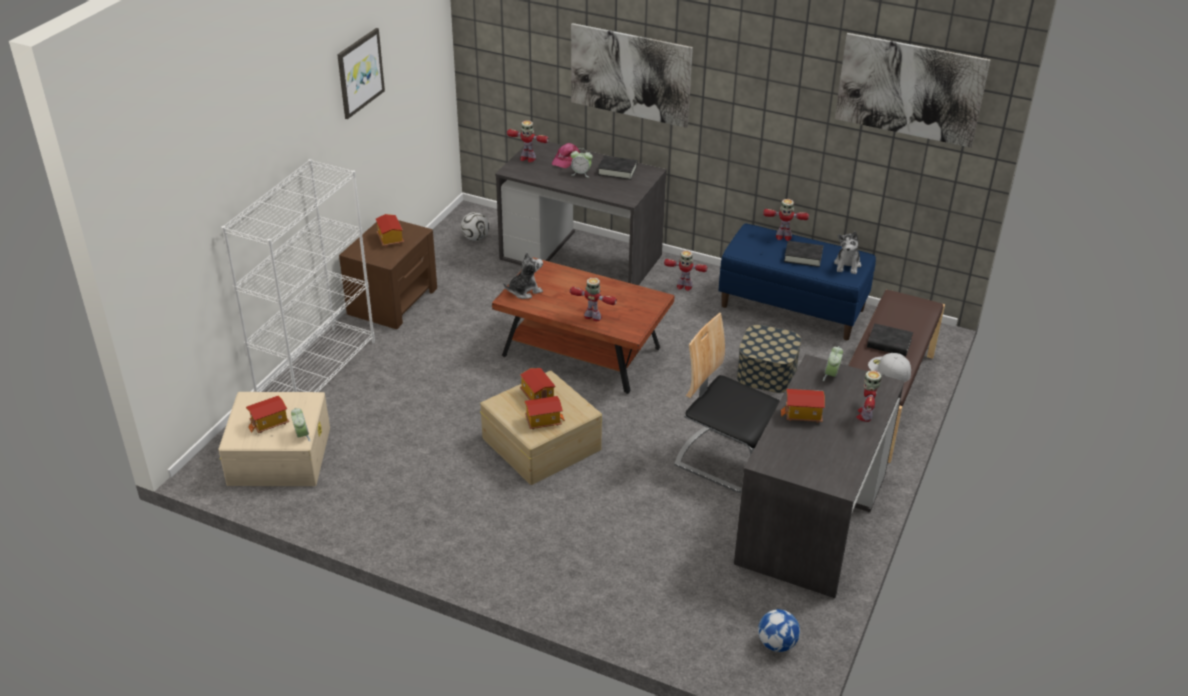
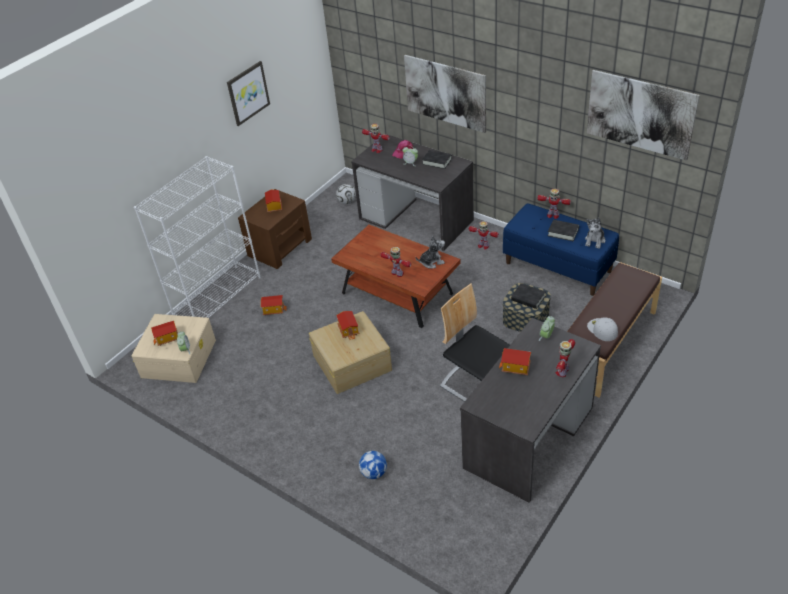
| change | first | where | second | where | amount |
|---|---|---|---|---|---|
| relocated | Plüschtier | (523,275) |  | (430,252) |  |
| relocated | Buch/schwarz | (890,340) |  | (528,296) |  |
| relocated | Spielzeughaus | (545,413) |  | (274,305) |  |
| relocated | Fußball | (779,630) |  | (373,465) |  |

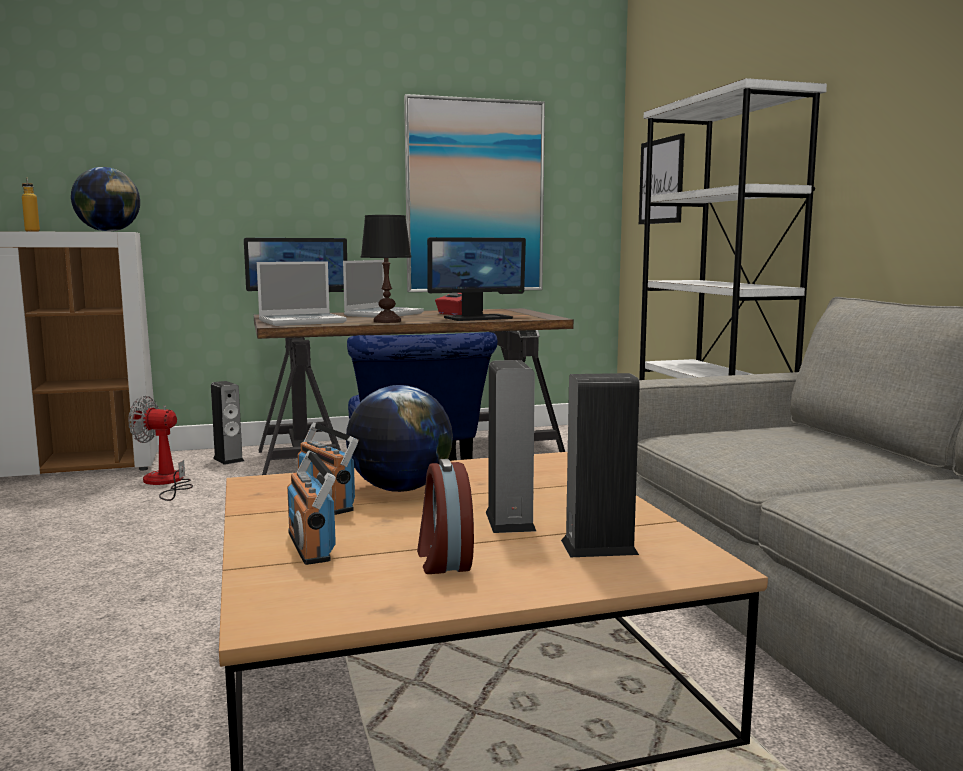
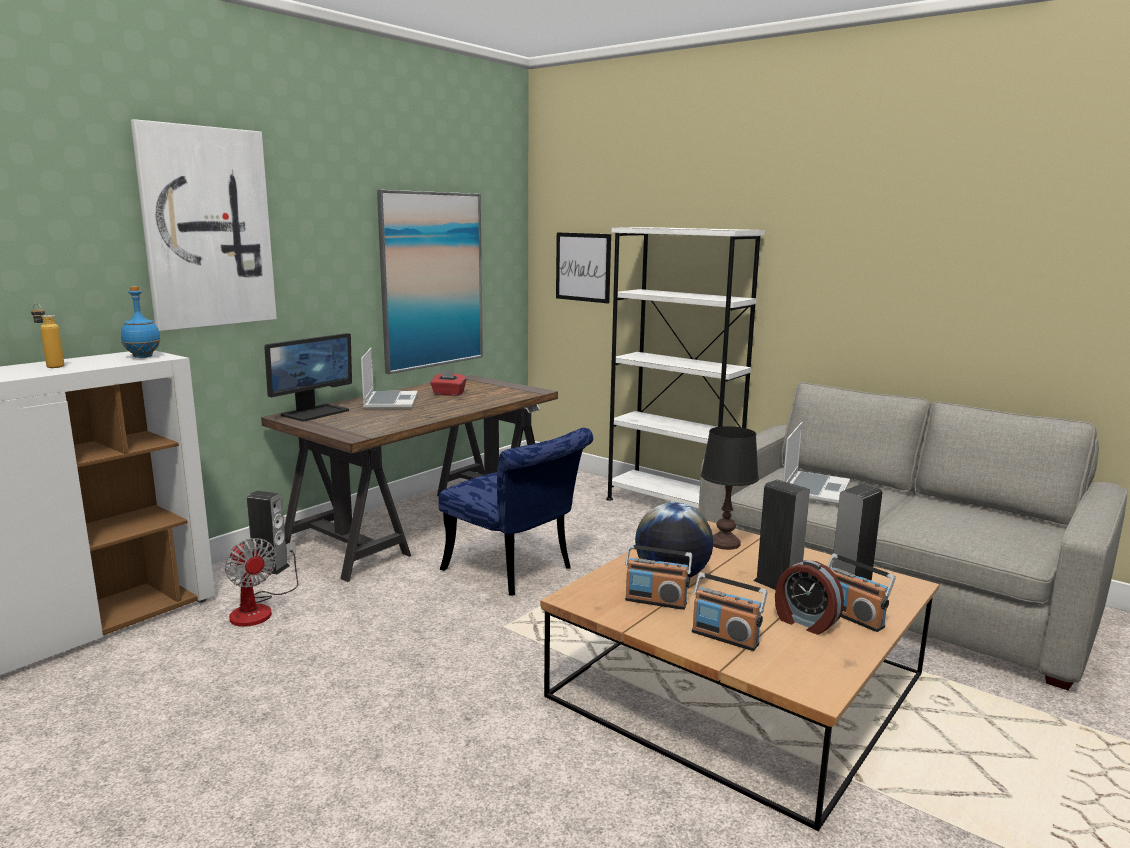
| change | first | where | second | where | amount |
|---|---|---|---|---|---|
| exchanged | Globus | (105,199) | Flasche/blau | (141,322) |  |
| relocated | Tischlampe/schwarz | (386,269) |  | (730,488) |  |
| missing | Monitor | (476,279) |  |  |  |
| relocated | Laptop | (302,293) |  | (816,463) |  |
| spun | Ventilator | (160,448) |  | (261,582) | 105 degrees counterclockwise |
| appeared |  |  | Bild | (204,225) |  |
| appeared |  |  | Radio | (861,592) |  |

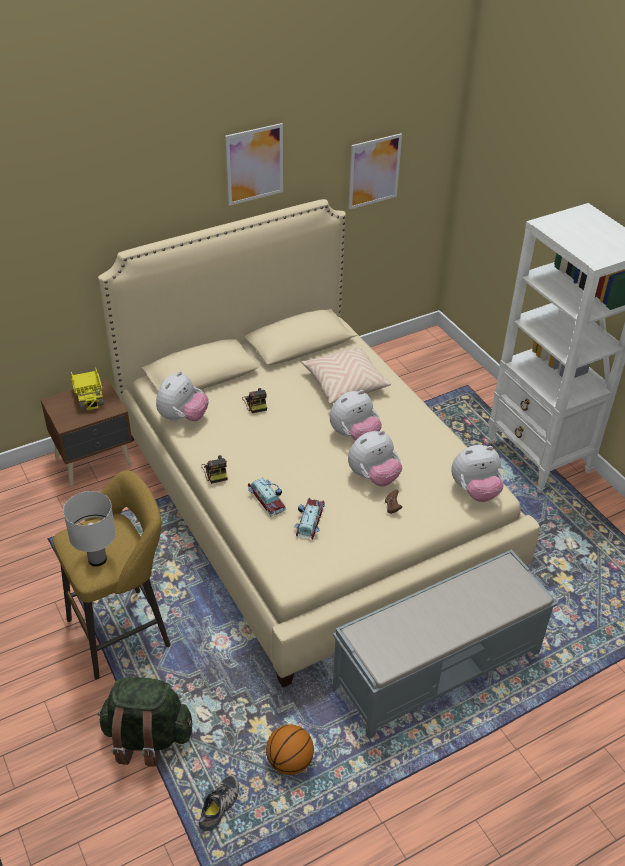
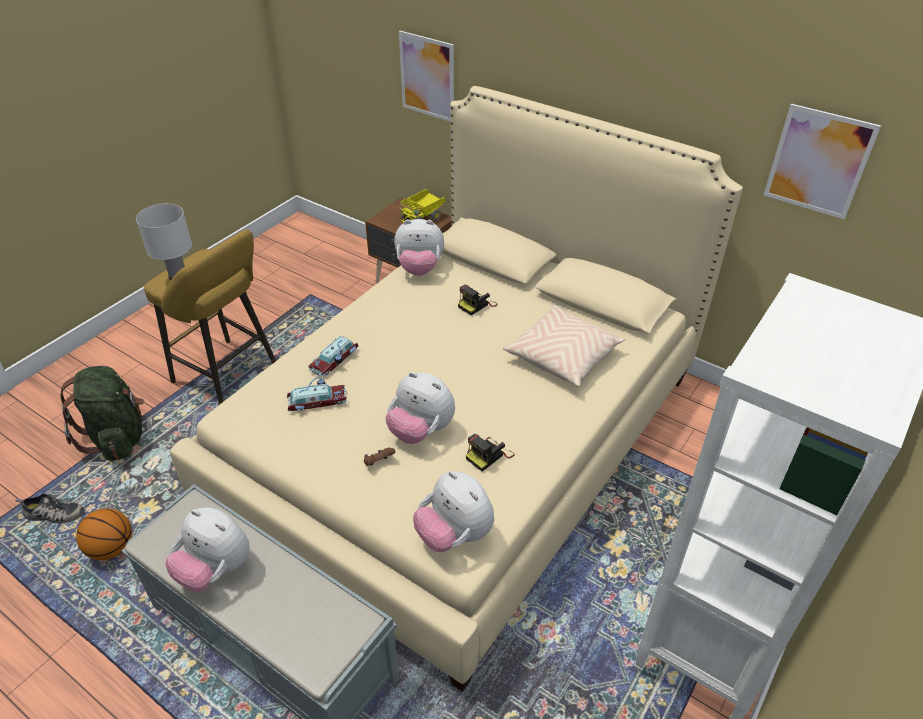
| change | first | where | second | where | amount |
|---|---|---|---|---|---|
| relocated | Bild | (254,164) |  | (426,76) |  |
| relocated | Plüschtier | (356,415) |  | (207,550) |  |
| relocated | Kamera | (214,469) |  | (490,453) |  |

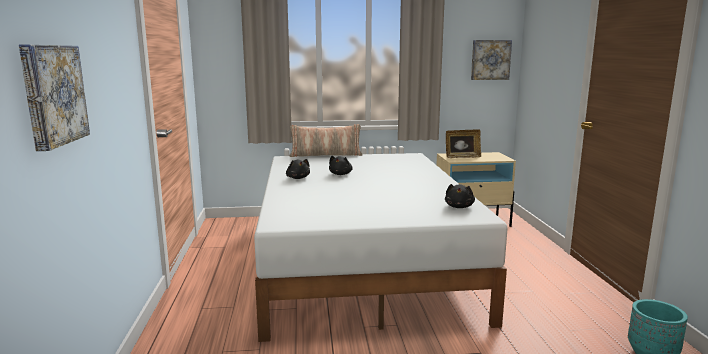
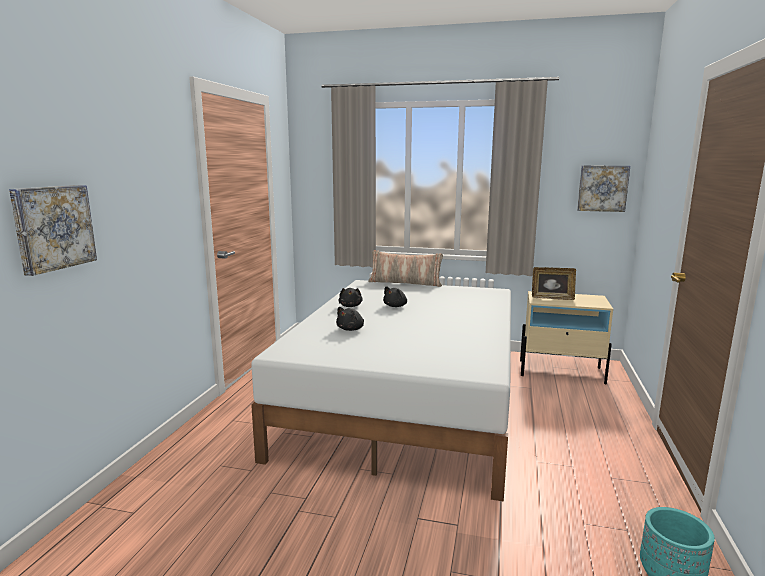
| change | first | where | second | where | amount |
|---|---|---|---|---|---|
| relocated | Plüschtier/schwarz | (460,196) |  | (350,319) |  |

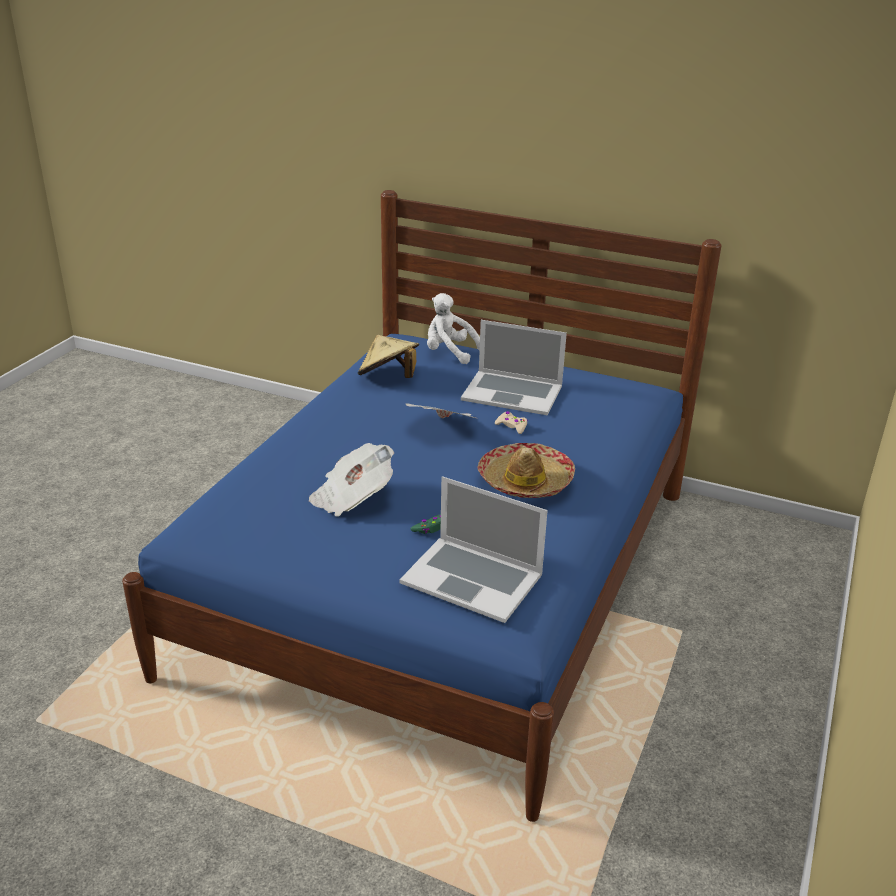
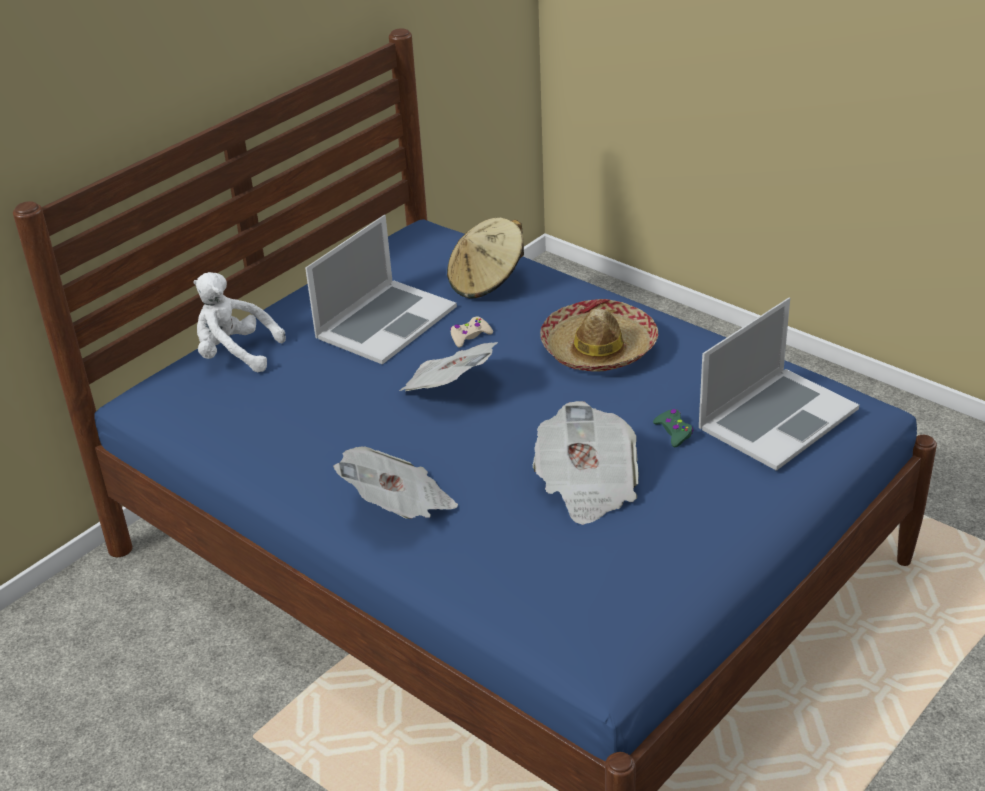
| change | first | where | second | where | amount |
|---|---|---|---|---|---|
| spun | Plüschtier/weiß | (453,328) |  | (239,322) | 60 degrees clockwise |
| relocated | Hut/beige | (388,356) |  | (485,258) |  |
| appeared |  |  | Zeitung | (395,483) |  |

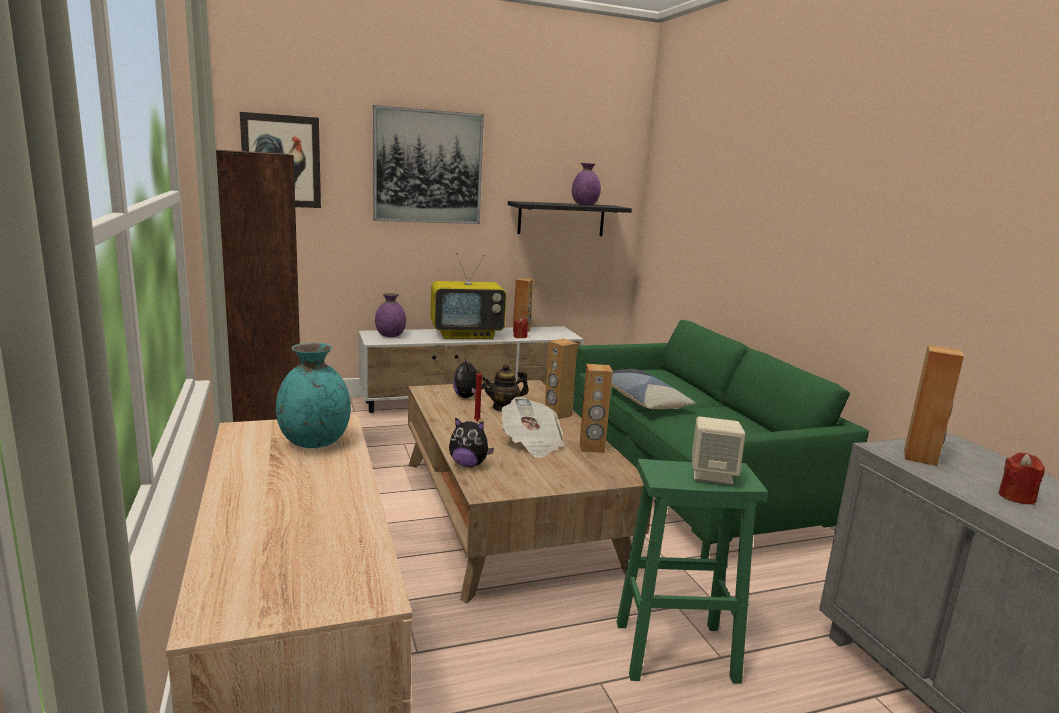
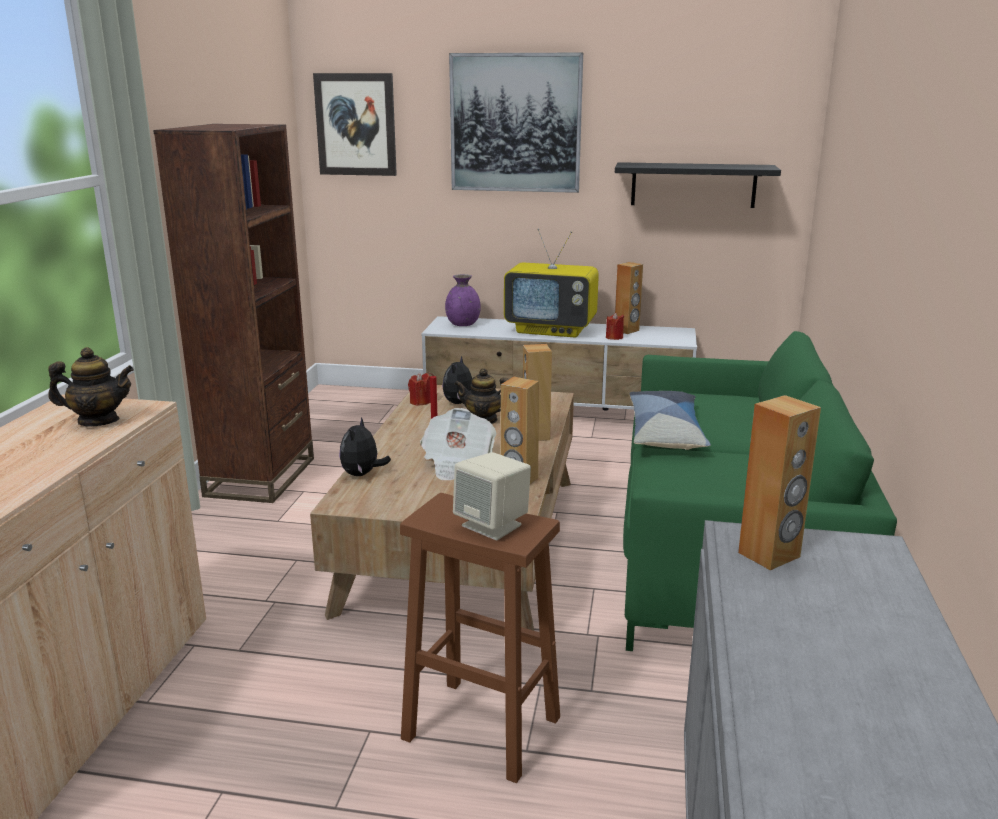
| change | first | where | second | where | amount |
|---|---|---|---|---|---|
| missing | Vase/lila | (586,184) |  |  |  |
| exchanged | Vase/türkis | (313,395) | Teekanne | (91,386) |  |
| spun | Plüschtier | (471,442) |  | (365,446) | 60 degrees clockwise |
| relocated | Kerze/rot | (1021,478) |  | (419,389) |  |
| colour | Hocker/grün | (692,571) | Hocker/braun | (480,638) |  |

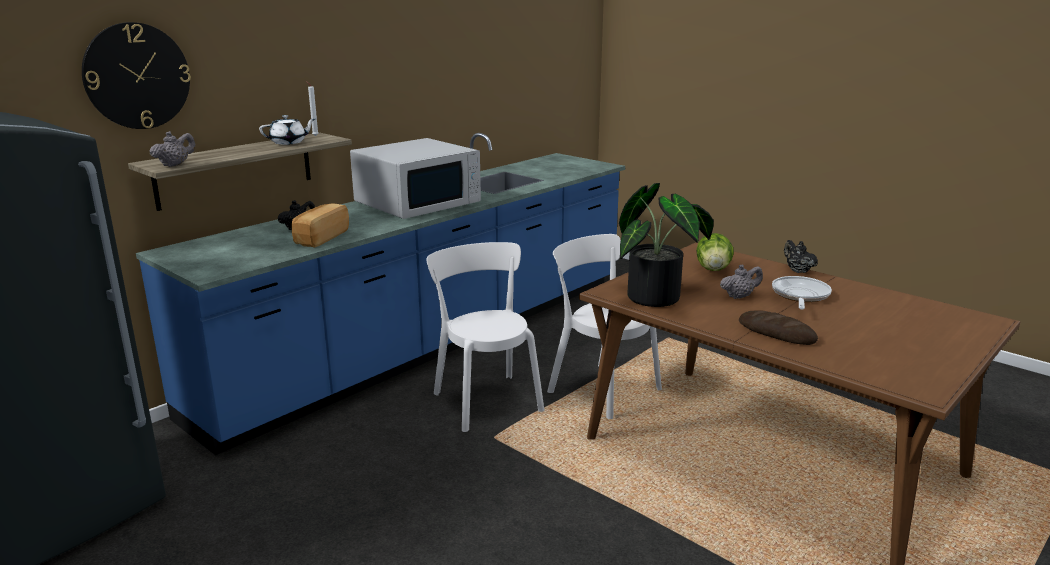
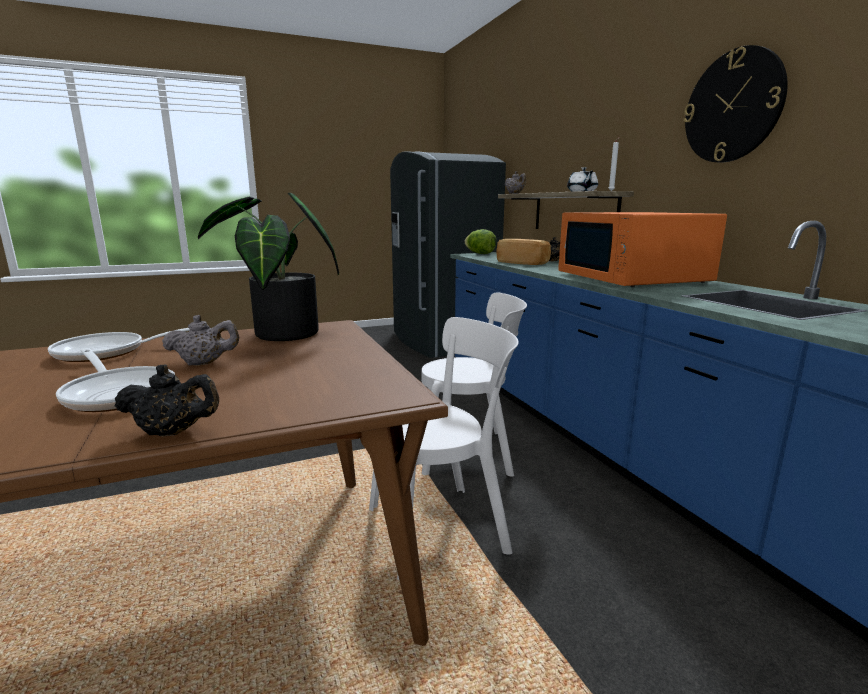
| change | first | where | second | where | amount |
|---|---|---|---|---|---|
| relocated | Wanduhr | (136,75) |  | (736,104) |  |
| colour | Mikrowelle/weiß | (415,178) | Mikrowelle/orange | (642,249) |  |
| relocated | Salatkopf | (715,252) |  | (480,241) |  |
| spun | Teekanne/grau | (741,281) |  | (200,340) | 105 degrees counterclockwise |
| exchanged | Brot | (778,327) | Pfanne | (118,345) |  |

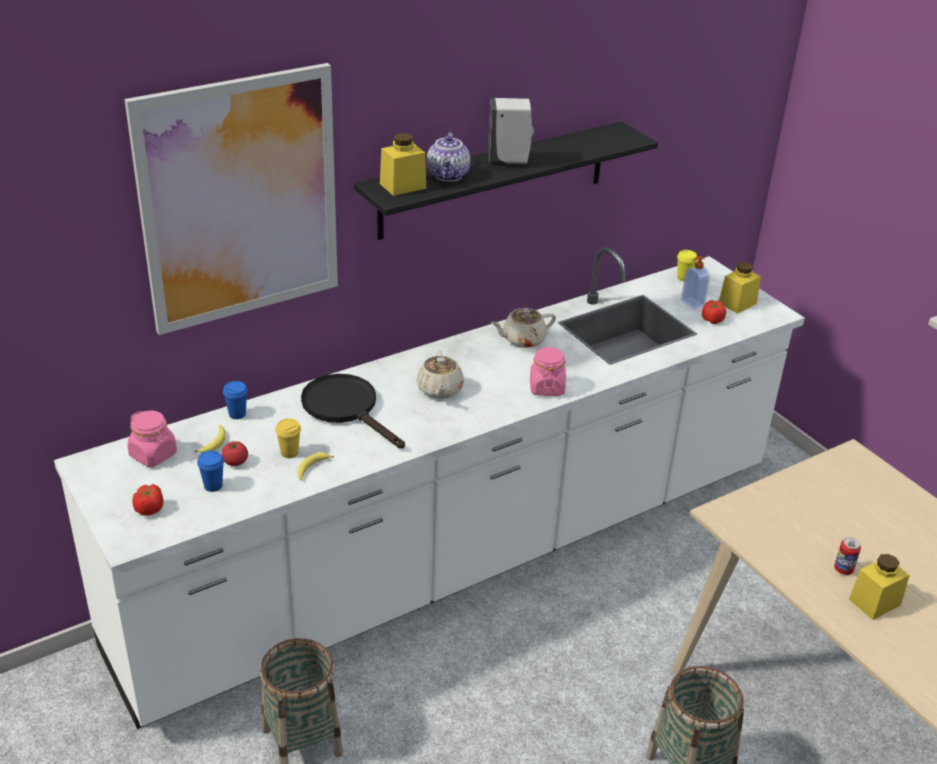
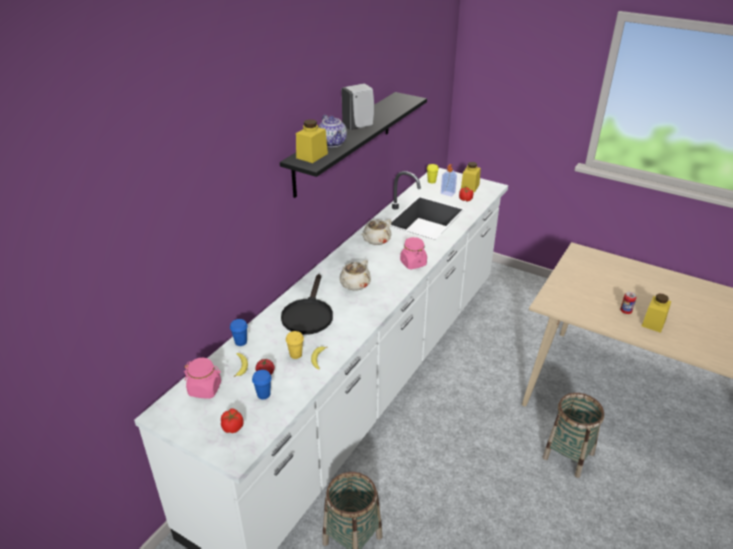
| change | first | where | second | where | amount |
|---|---|---|---|---|---|
| missing | Bild | (231,199) |  |  |  |
| spun | Teekanne/beige | (440,374) |  | (355,275) | 60 degrees clockwise |
| spun | Pfanne/schwarz | (353,411) |  | (307,304) | 105 degrees counterclockwise |

